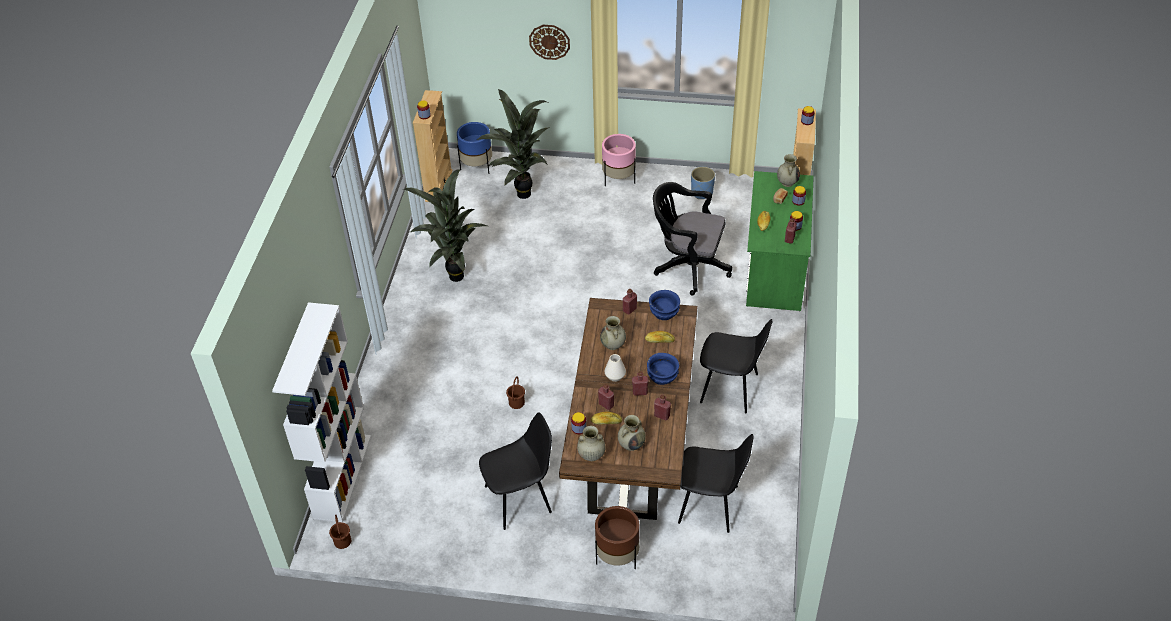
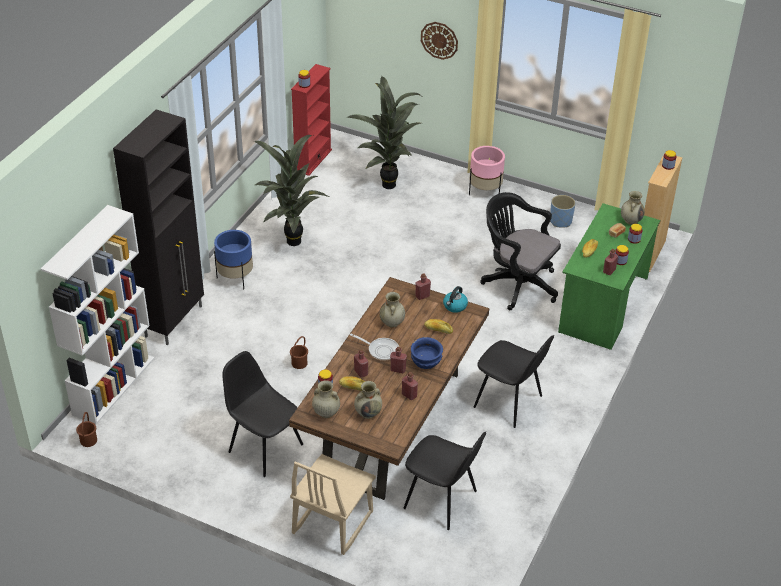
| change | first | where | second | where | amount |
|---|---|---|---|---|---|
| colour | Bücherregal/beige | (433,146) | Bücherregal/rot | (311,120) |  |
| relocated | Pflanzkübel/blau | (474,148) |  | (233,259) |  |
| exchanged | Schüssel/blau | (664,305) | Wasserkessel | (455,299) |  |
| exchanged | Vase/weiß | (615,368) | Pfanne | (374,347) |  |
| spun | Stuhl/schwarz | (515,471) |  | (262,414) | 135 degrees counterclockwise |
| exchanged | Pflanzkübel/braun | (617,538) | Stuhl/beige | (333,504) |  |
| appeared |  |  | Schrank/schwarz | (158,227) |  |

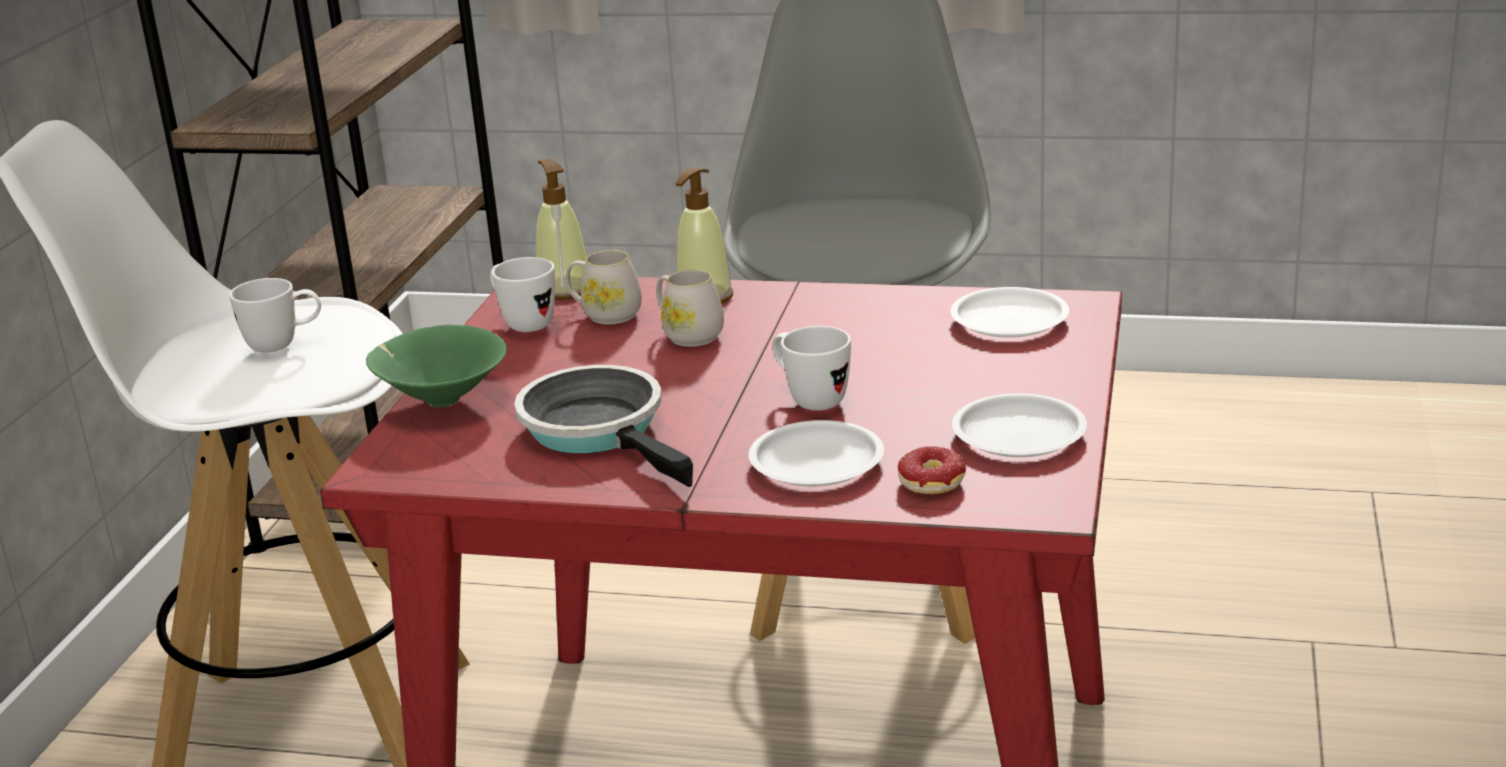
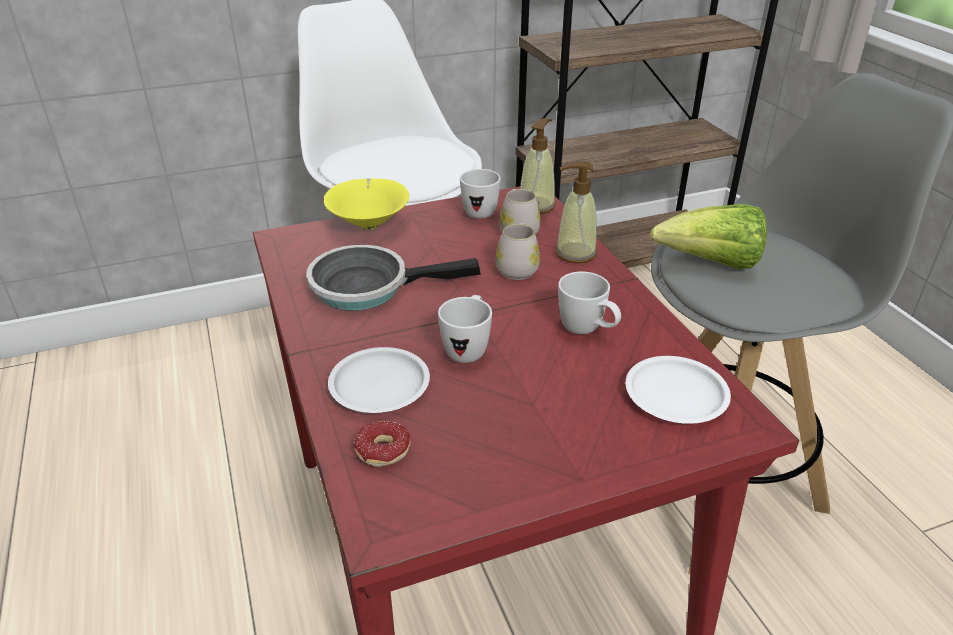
| change | first | where | second | where | amount |
|---|---|---|---|---|---|
| relocated | Henkelbecher/weiß | (275,315) |  | (589,303) |  |
| colour | Schüssel/grün | (436,366) | Schüssel/gelb | (366,204) |  |
| spun | Pfanne | (603,426) |  | (393,277) | 120 degrees counterclockwise |
| missing | Teller/weiß | (1019,425) |  |  |  |
| appeared |  |  | Salatkopf | (708,236) |  |

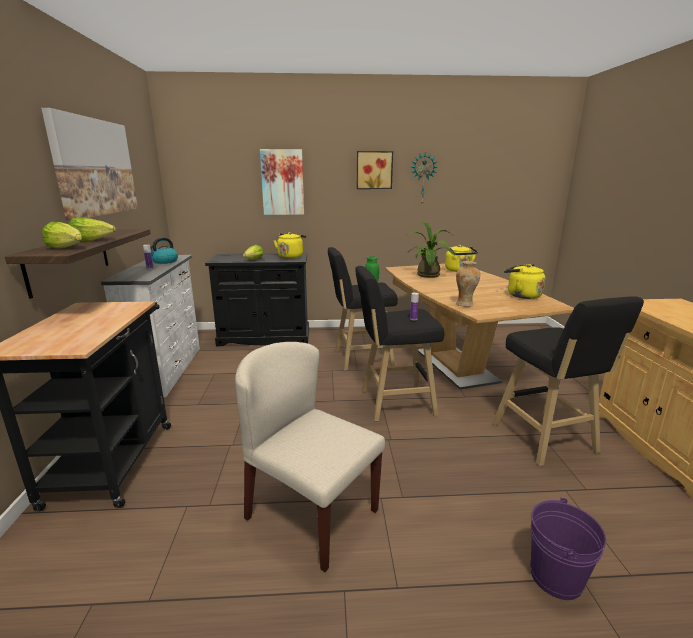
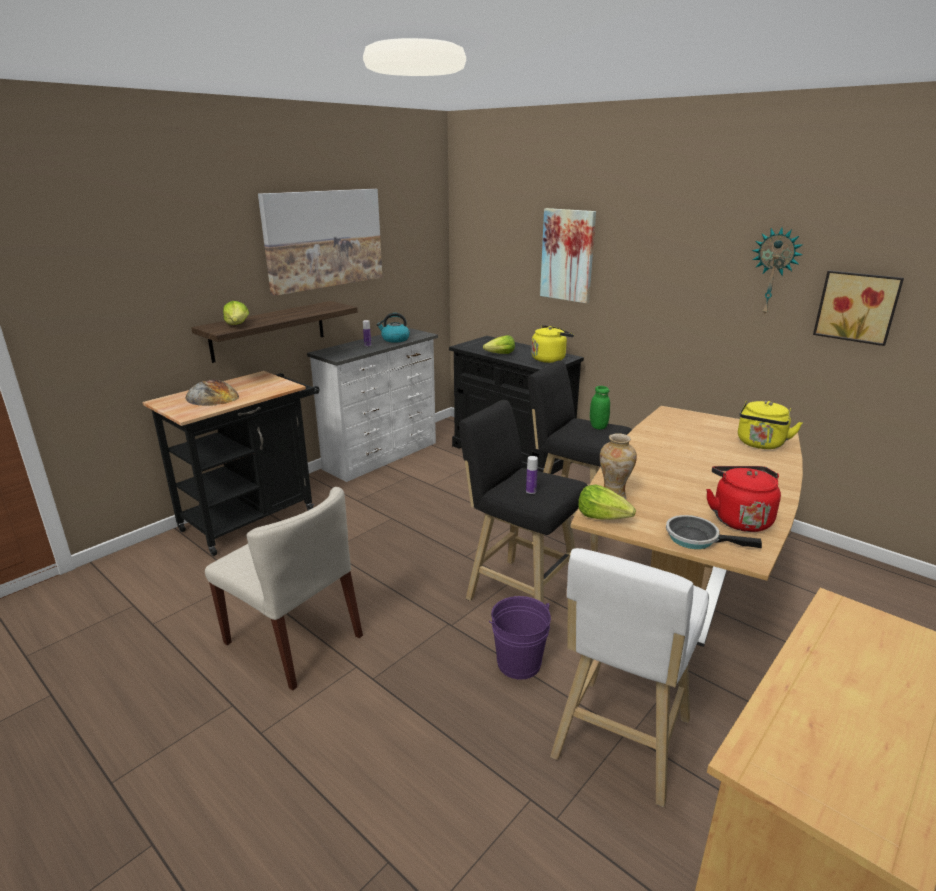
| change | first | where | second | where | amount |
|---|---|---|---|---|---|
| relocated | Bild | (375,170) |  | (858,308) |  |
| relocated | Salatkopf | (92,230) |  | (607,502) |  |
| missing | Topfpflanze | (430,249) |  |  |  |
| colour | Wasserkessel/gelb | (525,281) | Wasserkessel/rot | (743,499) |  |
| colour | Hocker/schwarz | (568,381) | Hocker/weiß | (629,677) |  |
| spun | Stuhl/beige | (310,457) |  | (284,589) | 135 degrees clockwise |
| relocated | Eimer/lila | (568,548) |  | (520,638) |  |
| appeared |  |  | Brot | (212,392) |  |
| appeared |  |  | Pfanne | (714,532) |  |

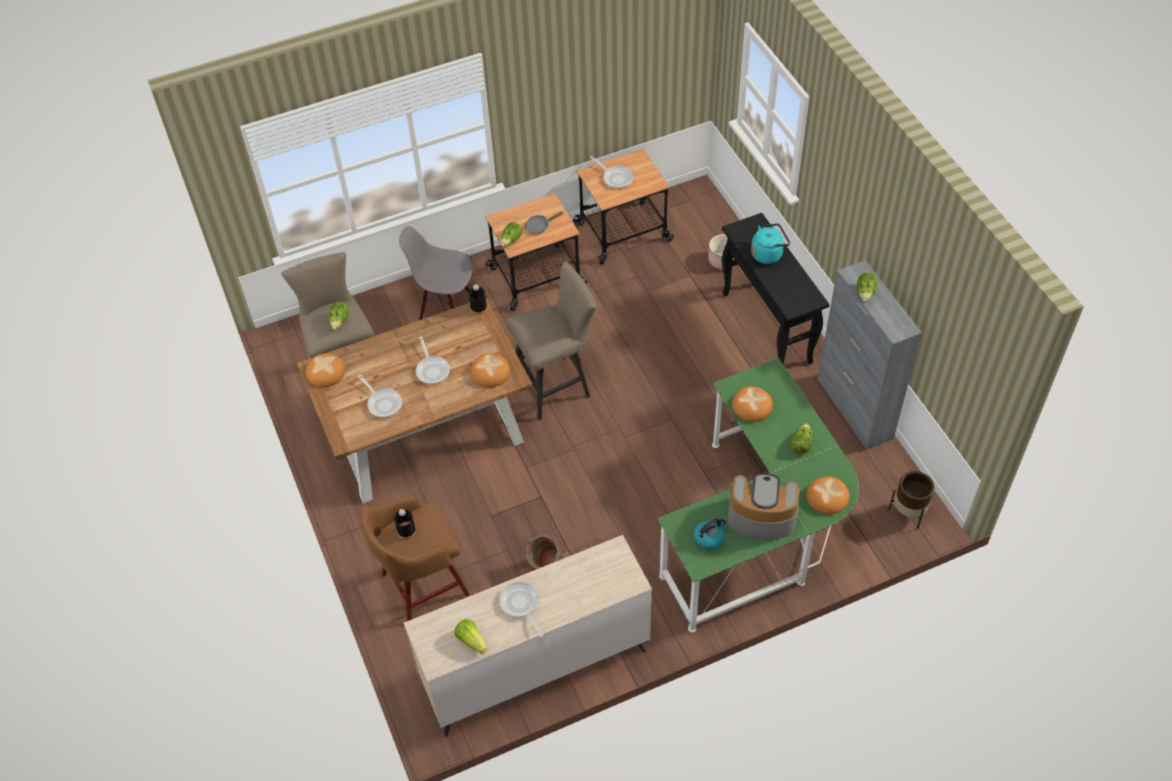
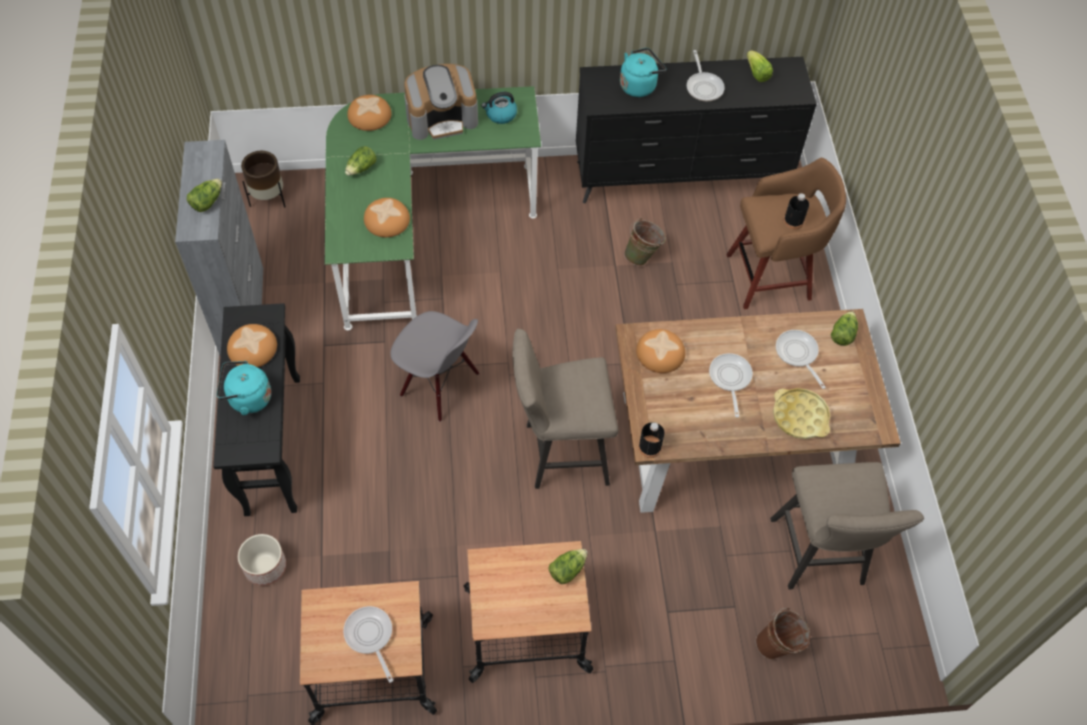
| change | first | where | second | where | amount |
|---|---|---|---|---|---|
| missing | Pfanne/grau | (544,222) |  |  |  |
| relocated | Stuhl/grau | (436,273) |  | (434,366) |  |
| relocated | Salatkopf | (339,316) |  | (844,328) |  |
| relocated | Brot | (325,370) |  | (252,345) |  |
| spun | Kaffeemaschine | (763,506) |  | (441,102) | 45 degrees counterclockwise |
| colour | Kommode/beige | (528,636) | Kommode/schwarz | (696,130) |  |
| appeared |  |  | Wasserkessel/türkis | (643,72) |  |
| appeared |  |  | Tablett/gelb | (801,413) |  |
| appeared |  |  | Eimer/braun | (783,634) |  |

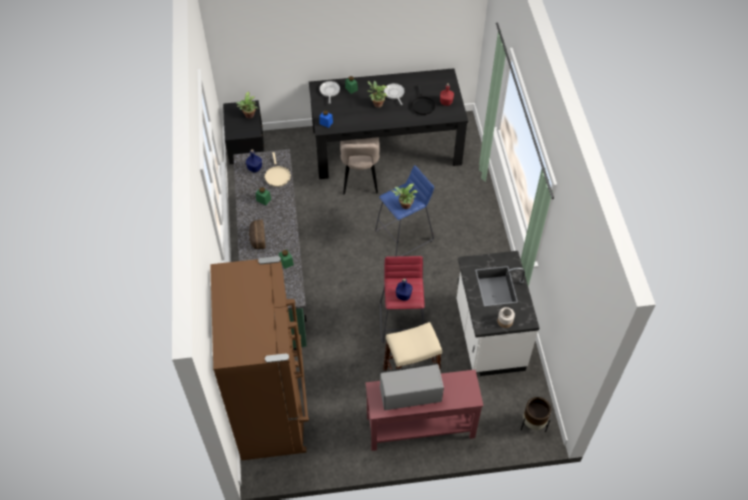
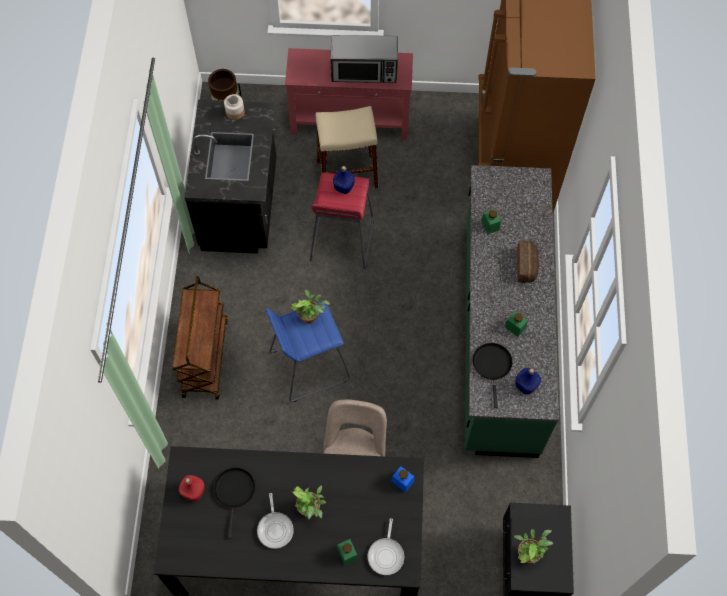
| change | first | where | second | where | amount |
|---|---|---|---|---|---|
| colour | Pfanne/beige | (278,169) | Pfanne/schwarz | (492,375) |  |
| colour | Küchenzeile/weiß | (497,313) | Küchenzeile/schwarz | (230,177) |  |
| appeared |  |  | Rollwagen/braun | (200,338) |  |

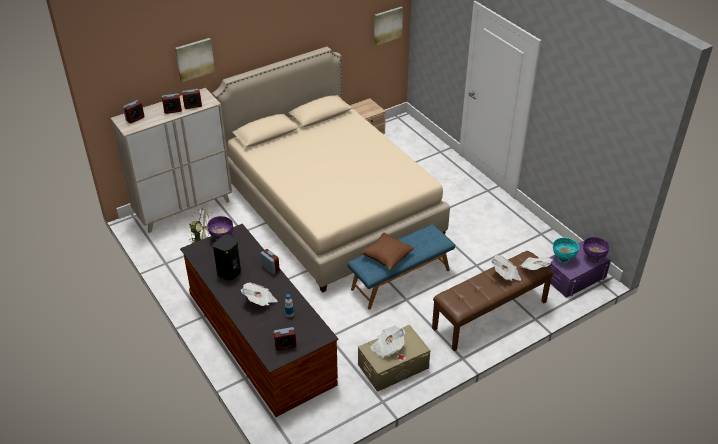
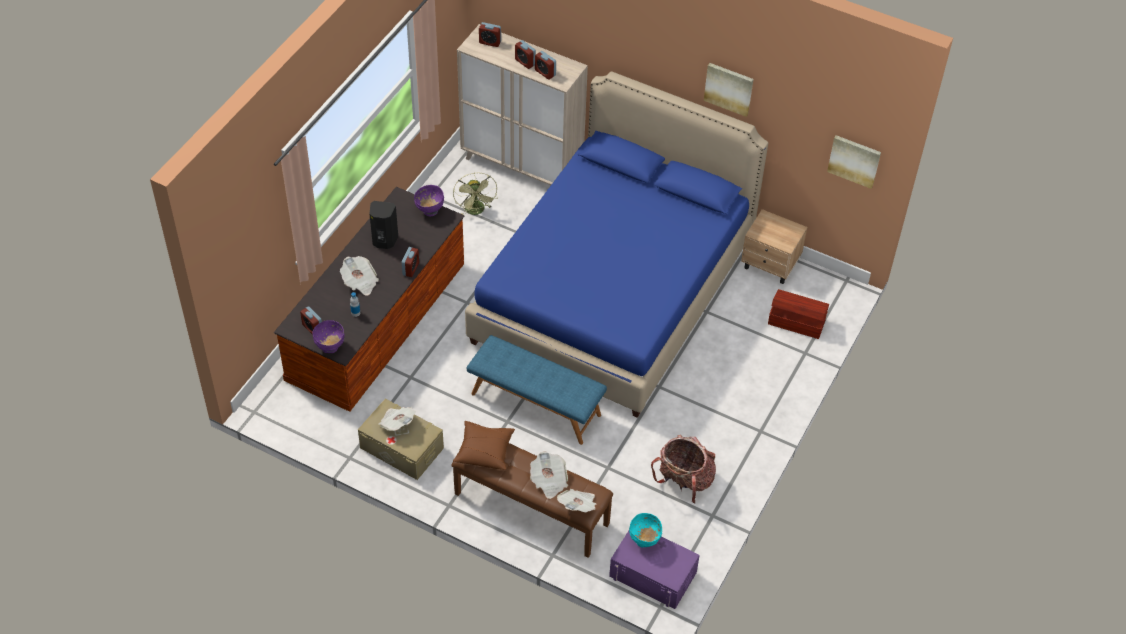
| change | first | where | second | where | amount |
|---|---|---|---|---|---|
| relocated | Bild | (195,60) |  | (728,90) |  |
| colour | Bett/beige | (331,170) | Bett/blau | (616,244) |  |
| relocated | Kissen/braun | (387,251) |  | (484,445) |  |
| relocated | Schüssel/lila | (596,250) |  | (328,336) |  |
| appeared |  |  | Aufbewahrungsbox/braun | (798,314) |  |
| appeared |  |  | Rucksack | (683,469) |  |

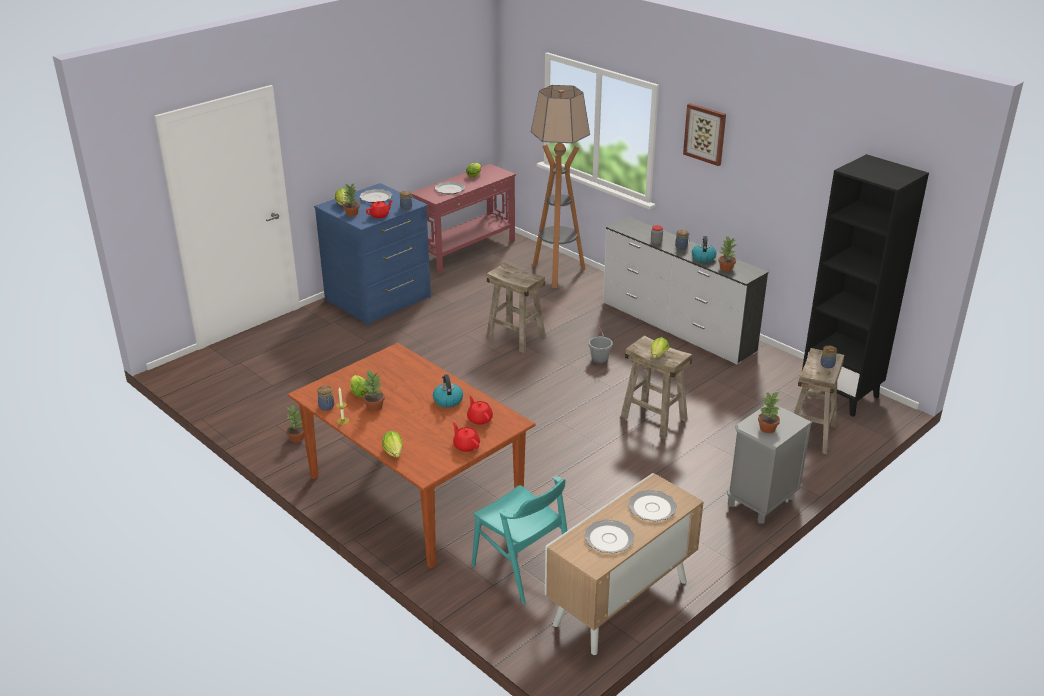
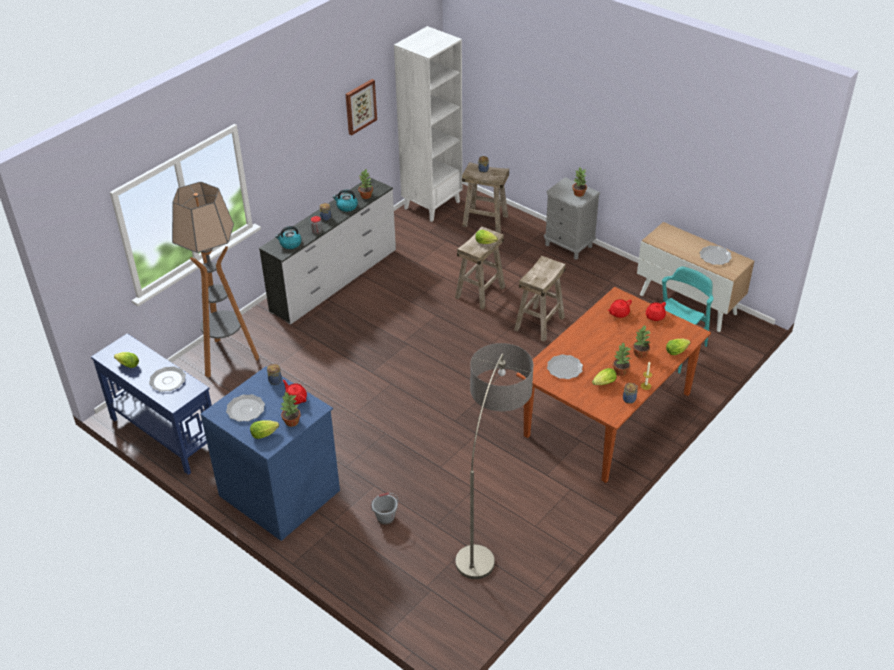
| change | first | where | second | where | amount |
|---|---|---|---|---|---|
| relocated | Bild | (704,134) |  | (361,107) |  |
| colour | Bücherregal/schwarz | (865,285) | Bücherregal/weiß | (428,124) |  |
| colour | Konsolentisch/rot | (463,219) | Konsolentisch/blau | (151,404) |  |
| relocated | Hocker/beige | (516,308) |  | (539,299) |  |
| relocated | Eimer/grau | (600,346) |  | (384,509) |  |
| relocated | Wasserkessel | (448,390) |  | (288,237) |  |
| relocated | Topfpflanze | (295,423) |  | (641,342) |  |
| relocated | Teller | (652,505) |  | (565,366) |  |
| appeared |  |  | Stehlampe | (494,461) |  |

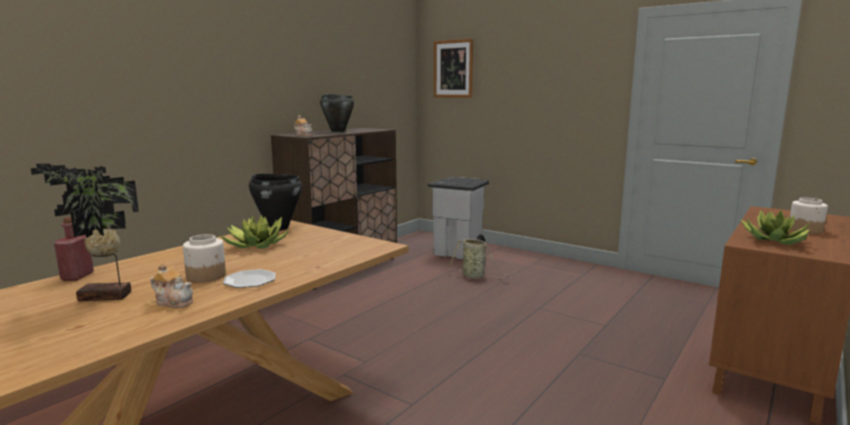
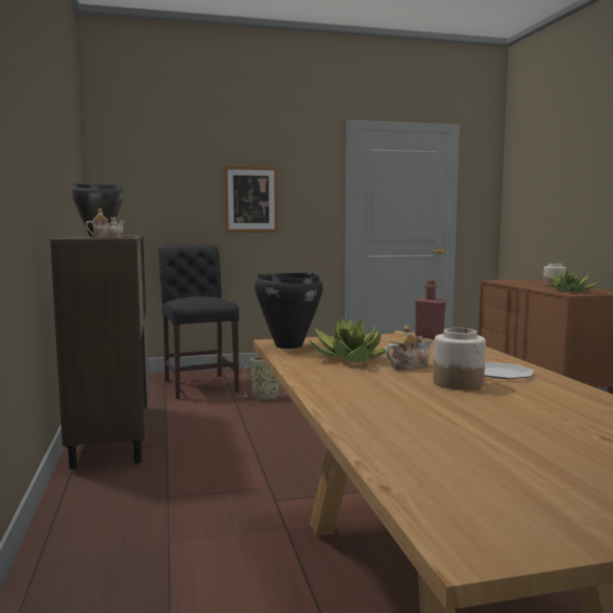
| change | first | where | second | where | amount |
|---|---|---|---|---|---|
| relocated | Bild | (453,68) |  | (251,199) |  |
| missing | Topfpflanze | (85,232) |  |  |  |
| exchanged | Mülleimer/grau | (458,218) | Stuhl/schwarz | (198,321) |  |
| relocated | Flasche/rot | (74,249) |  | (430,309) |  |
| relocated | Teekanne | (172,285) |  | (408,347) |  |

